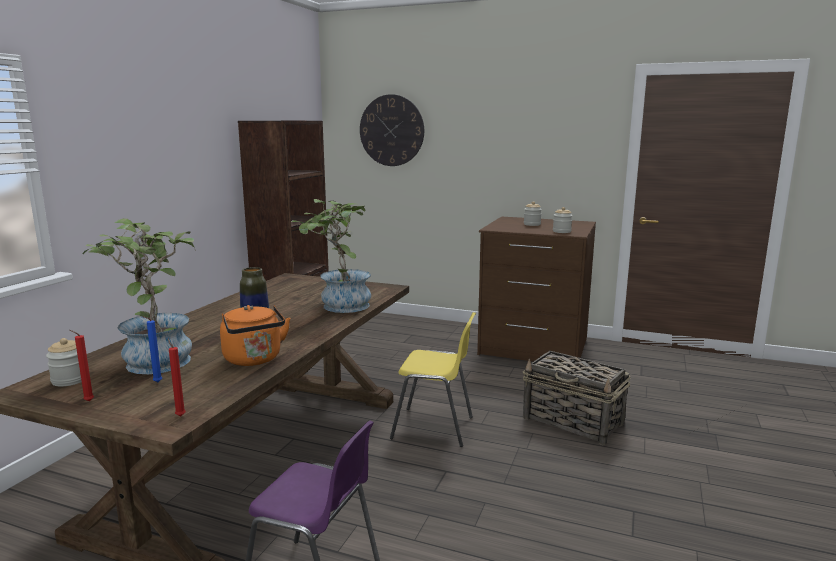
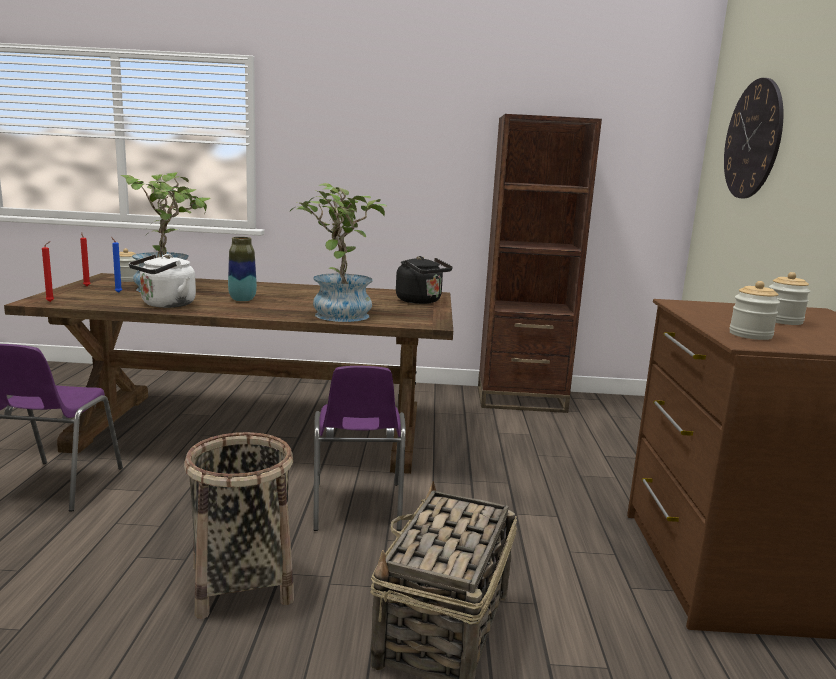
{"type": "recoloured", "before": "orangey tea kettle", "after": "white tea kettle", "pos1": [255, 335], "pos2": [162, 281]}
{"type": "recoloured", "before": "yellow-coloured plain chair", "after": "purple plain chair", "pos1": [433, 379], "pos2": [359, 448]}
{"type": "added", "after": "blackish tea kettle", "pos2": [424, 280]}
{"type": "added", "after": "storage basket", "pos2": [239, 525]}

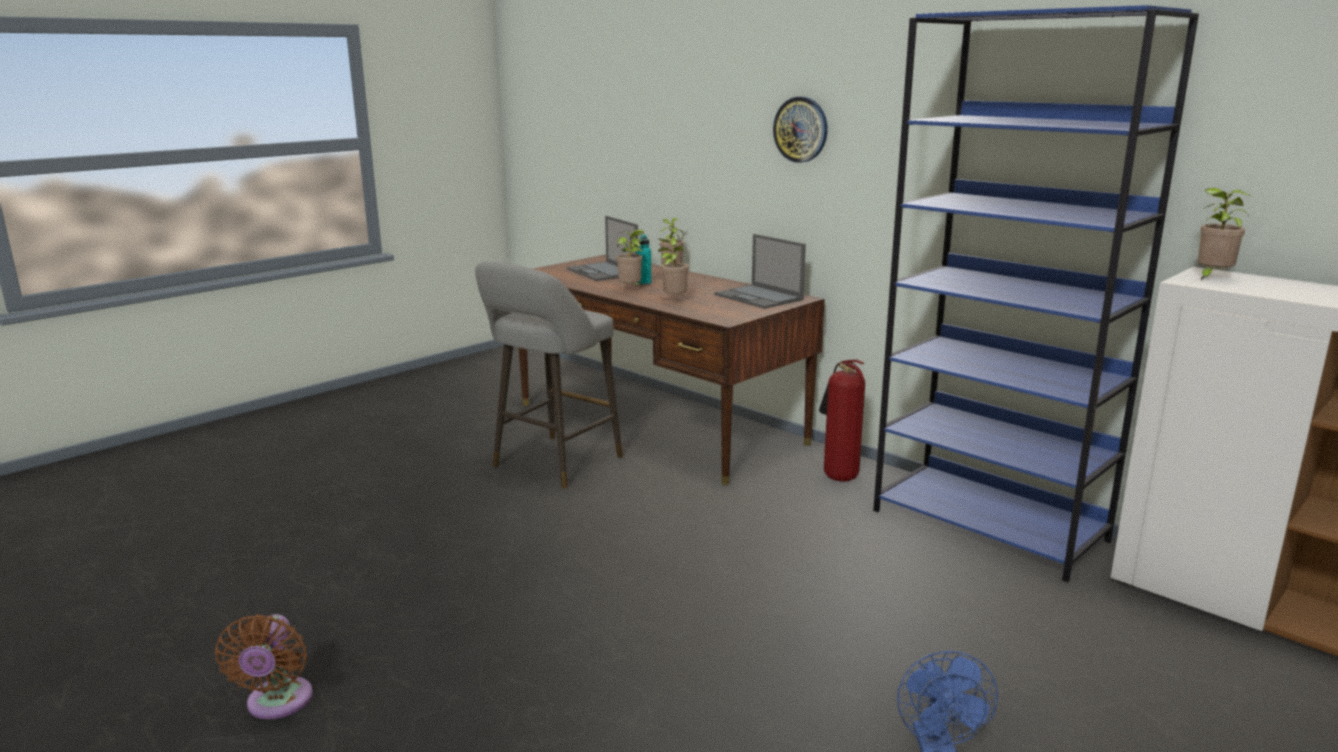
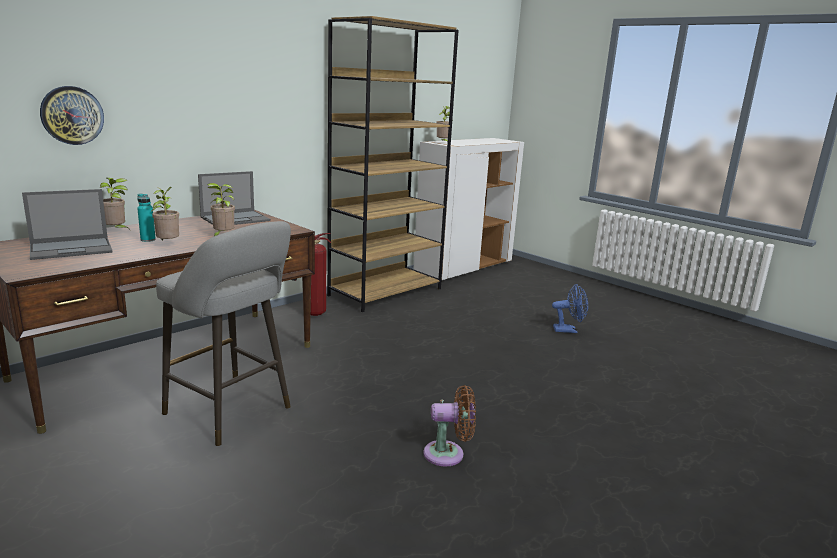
{"type": "recoloured", "before": "blue bookshelf", "after": "brownish bookshelf", "pos1": [1036, 293], "pos2": [392, 164]}
{"type": "moved", "before": "wall clock", "pos1": [800, 130], "pos2": [72, 115]}
{"type": "moved", "before": "brownish cooling fan", "pos1": [264, 666], "pos2": [449, 426]}

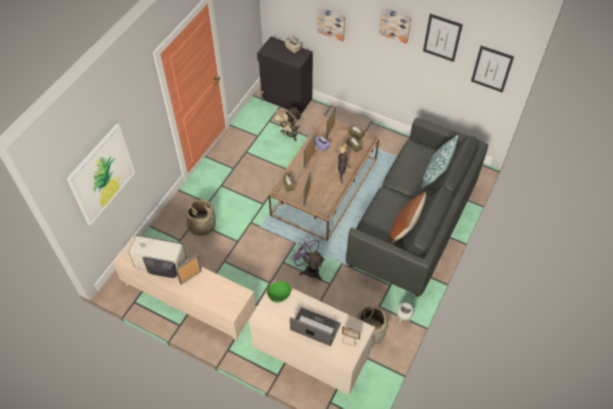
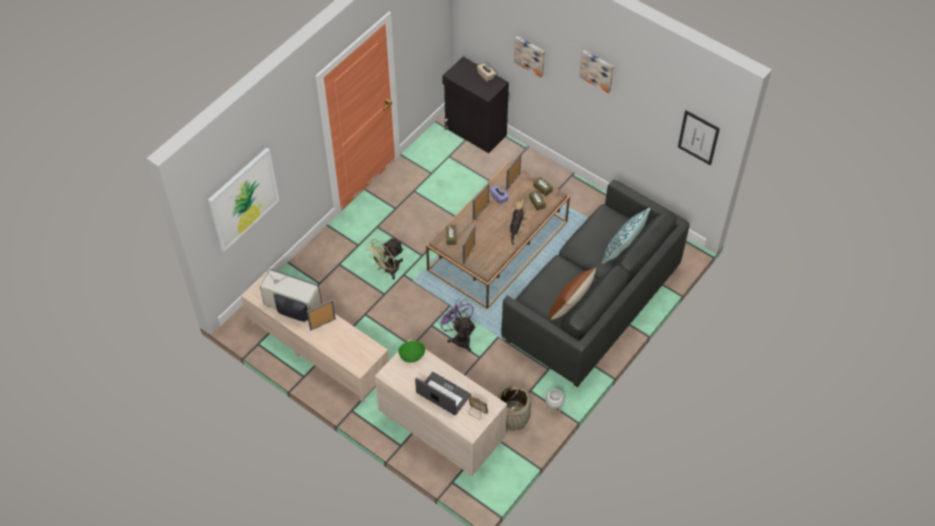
{"type": "removed", "before": "picture", "pos1": [443, 38]}
{"type": "moved", "before": "sand-coloured cooling fan", "pos1": [287, 124], "pos2": [385, 258]}
{"type": "removed", "before": "storage basket", "pos1": [199, 218]}

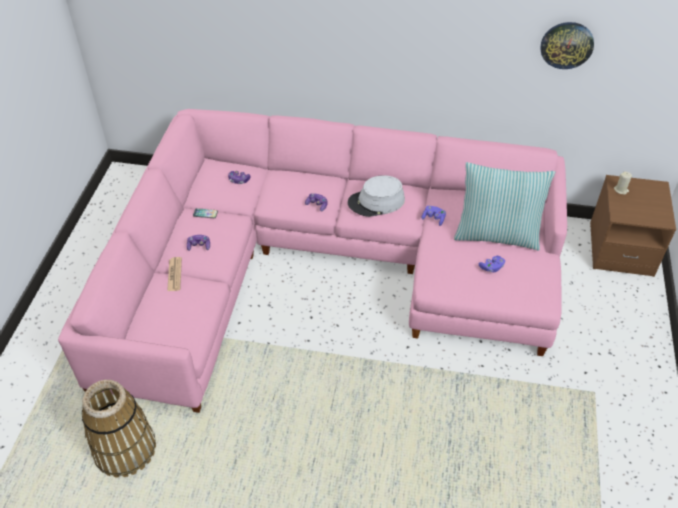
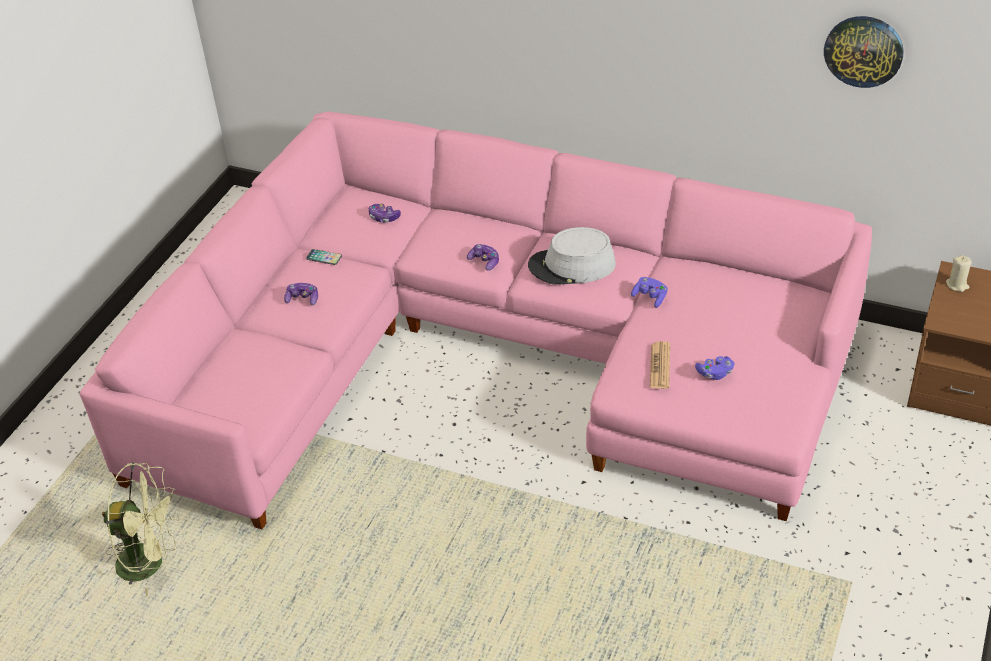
{"type": "removed", "before": "cushion", "pos1": [504, 206]}
{"type": "moved", "before": "newspaper", "pos1": [174, 274], "pos2": [660, 365]}
{"type": "replaced", "before": "storage basket", "after": "green-coloured cooling fan", "pos1": [119, 429], "pos2": [141, 529]}

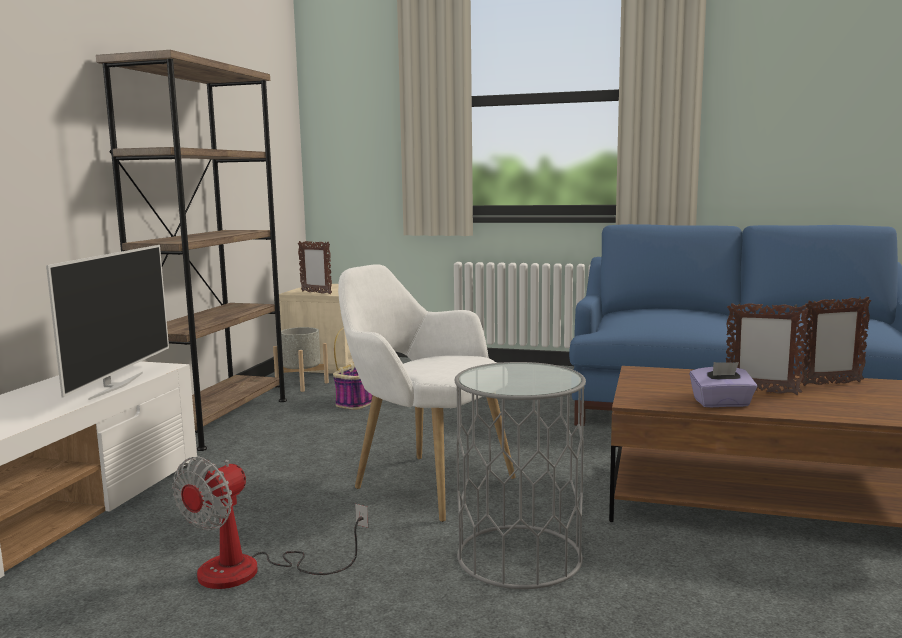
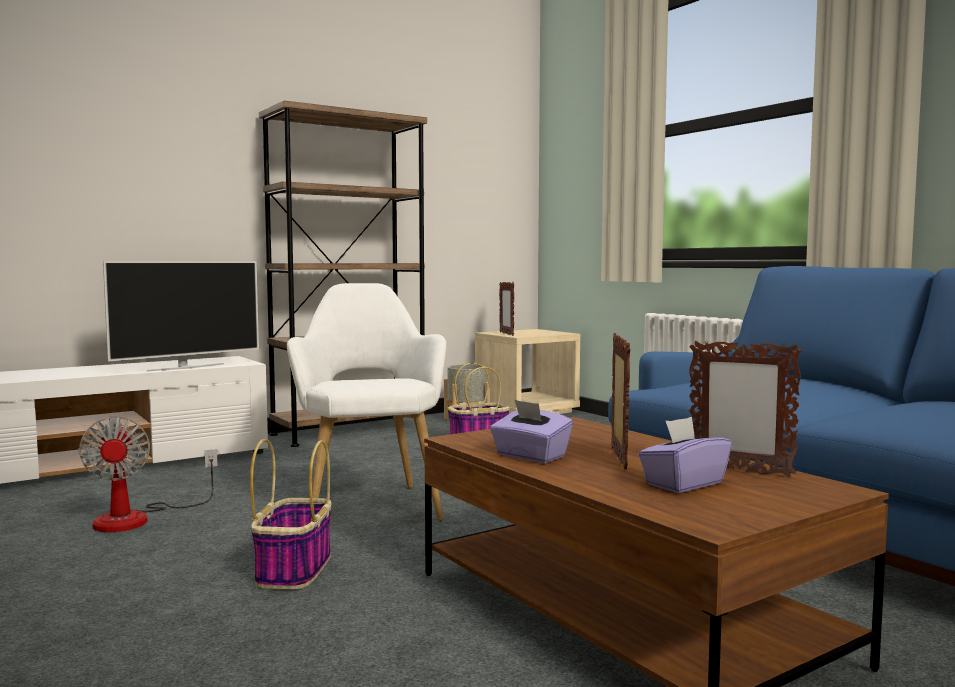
{"type": "turned", "before": "photo frame", "pos1": [767, 348], "pos2": [620, 401], "turn": -150}
{"type": "replaced", "before": "gray accent table", "after": "storage basket", "pos1": [520, 475], "pos2": [290, 514]}
{"type": "turned", "before": "cooling fan", "pos1": [270, 522], "pos2": [148, 474], "turn": -90}
{"type": "added", "after": "purple box of tissues", "pos2": [685, 455]}

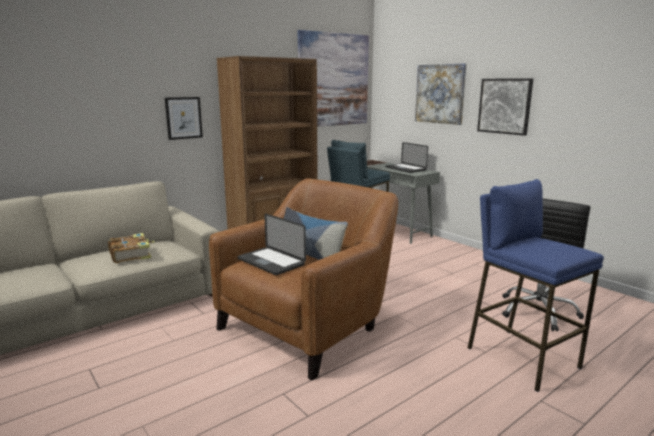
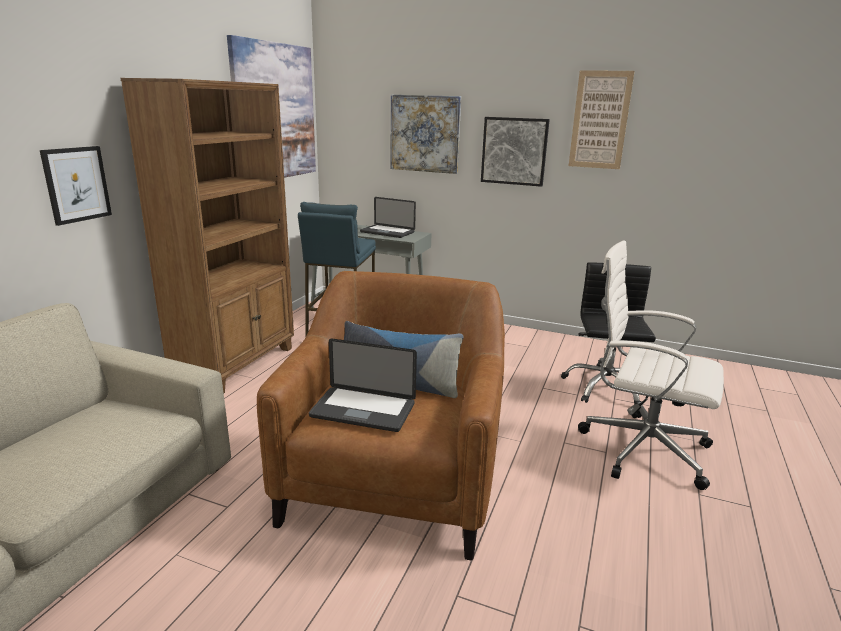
{"type": "replaced", "before": "blue stool seat", "after": "white office chair", "pos1": [536, 285], "pos2": [651, 365]}
{"type": "removed", "before": "book", "pos1": [131, 248]}
{"type": "added", "after": "picture", "pos2": [602, 119]}

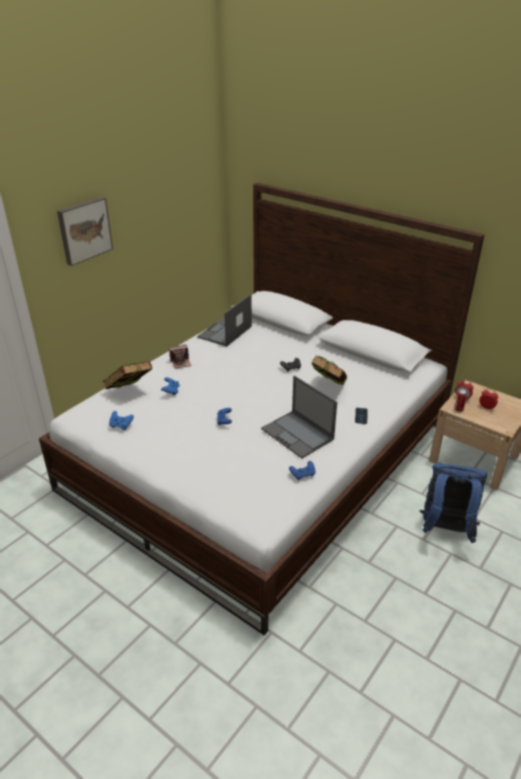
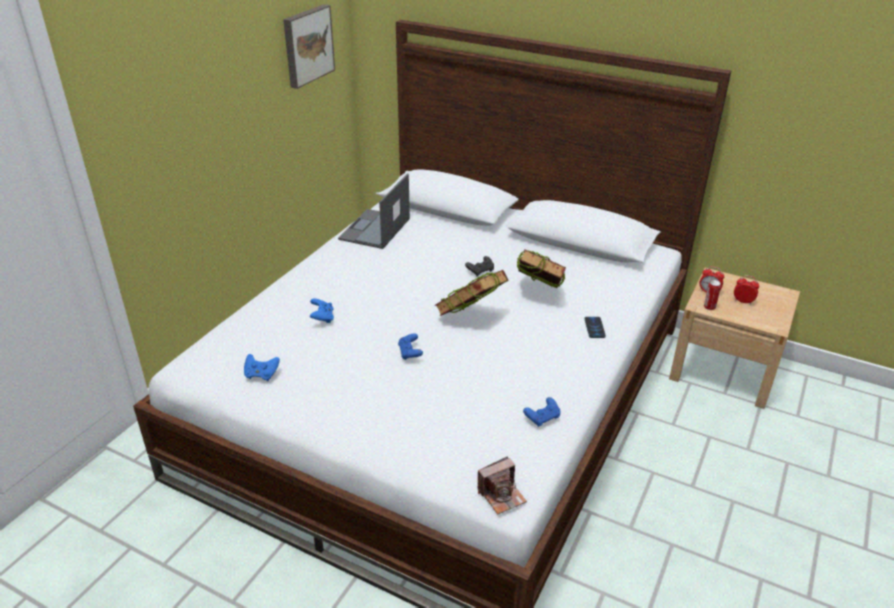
{"type": "moved", "before": "picture", "pos1": [85, 231], "pos2": [309, 46]}
{"type": "moved", "before": "still camera", "pos1": [180, 357], "pos2": [502, 485]}
{"type": "moved", "before": "book", "pos1": [127, 375], "pos2": [472, 293]}
{"type": "removed", "before": "notebook computer", "pos1": [299, 417]}
{"type": "removed", "before": "blue rucksack", "pos1": [453, 503]}

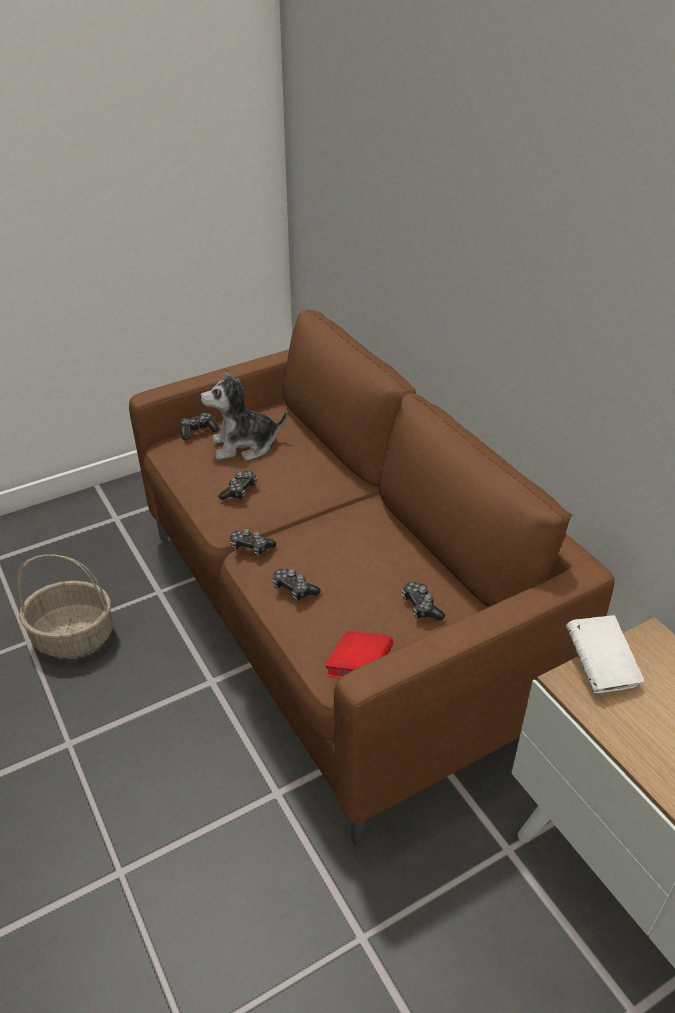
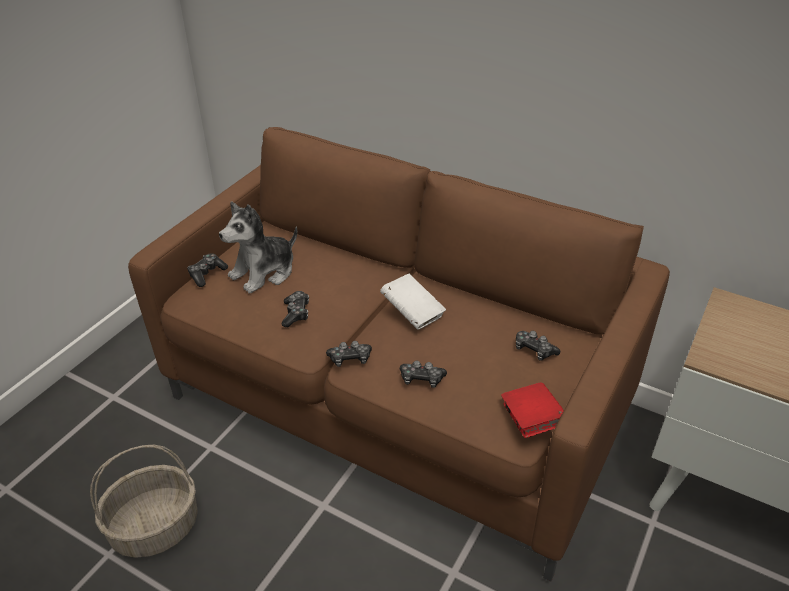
{"type": "moved", "before": "white book", "pos1": [605, 654], "pos2": [413, 302]}

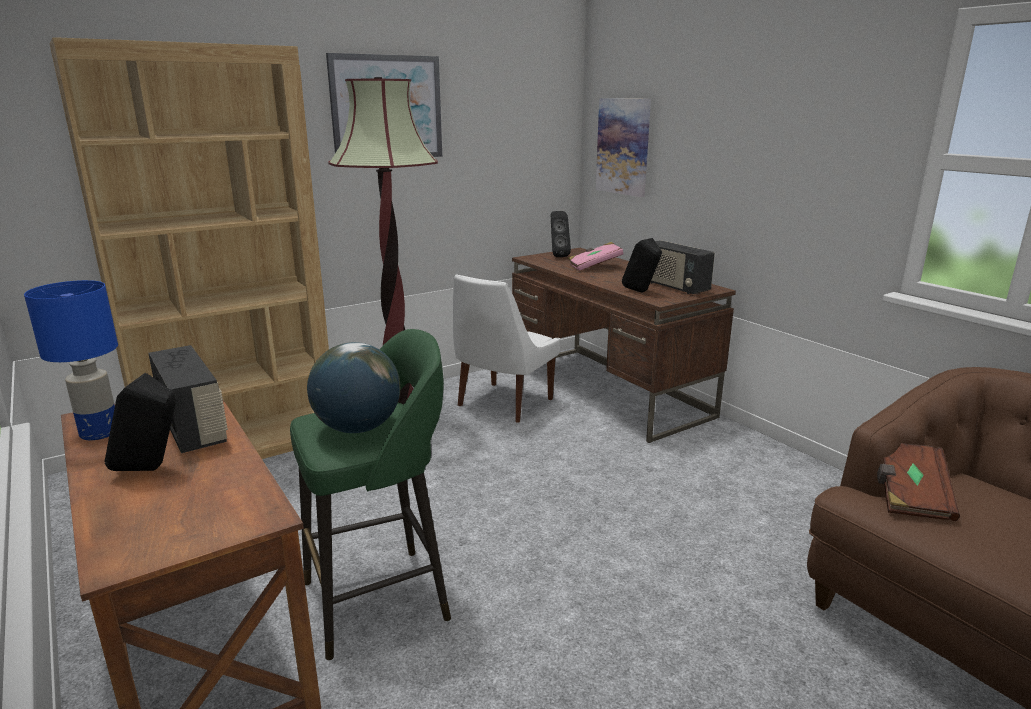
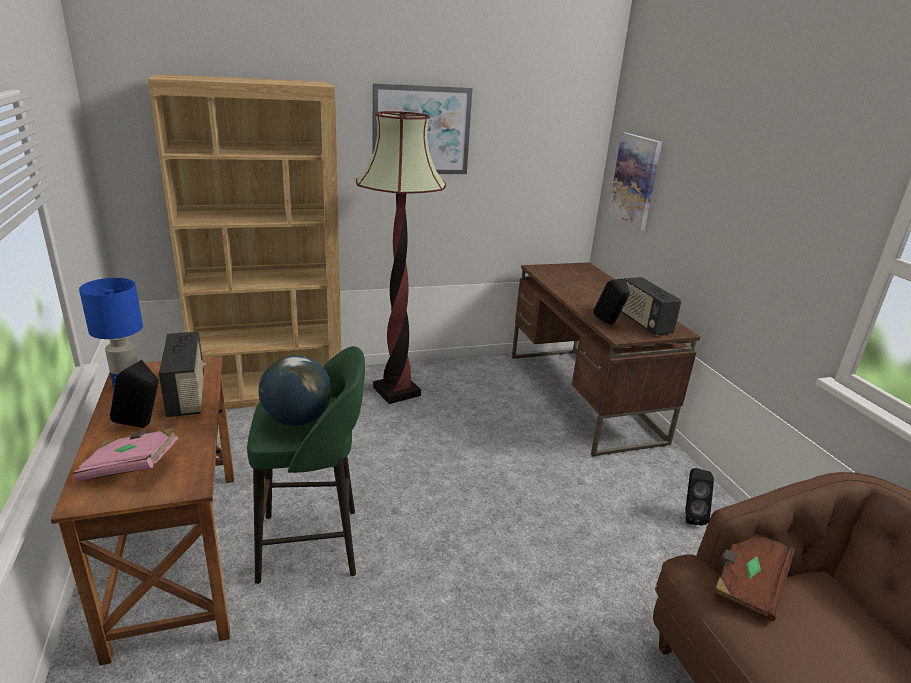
{"type": "moved", "before": "blackish speaker", "pos1": [561, 234], "pos2": [700, 496]}
{"type": "moved", "before": "pink-coloured book", "pos1": [596, 256], "pos2": [125, 454]}
{"type": "removed", "before": "white plain chair", "pos1": [506, 348]}

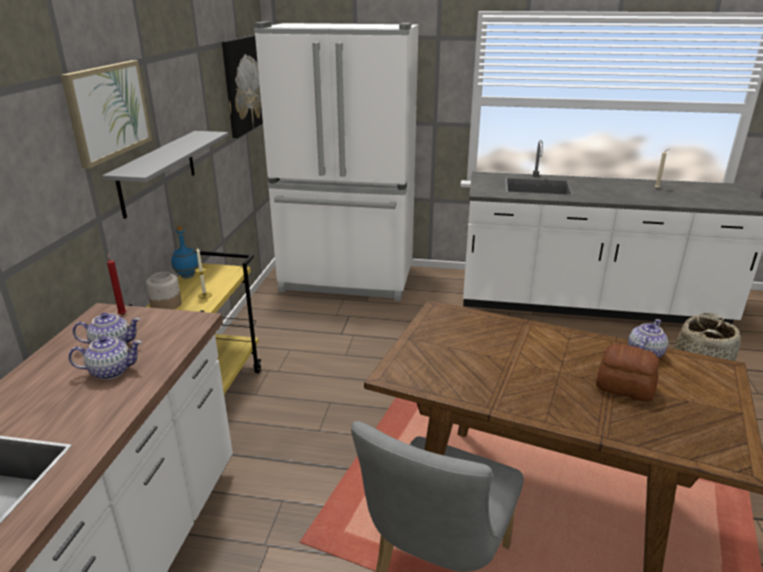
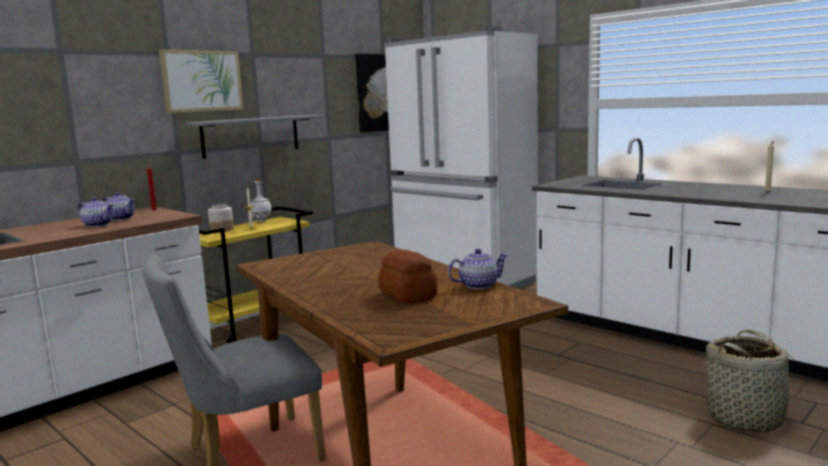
{"type": "recoloured", "before": "blue drink bottle", "after": "white drink bottle", "pos1": [185, 252], "pos2": [261, 200]}

